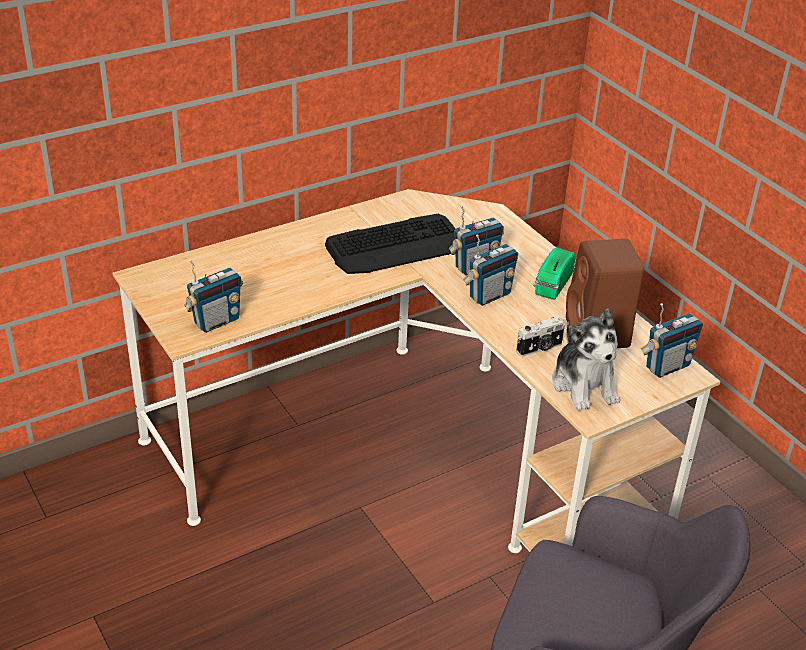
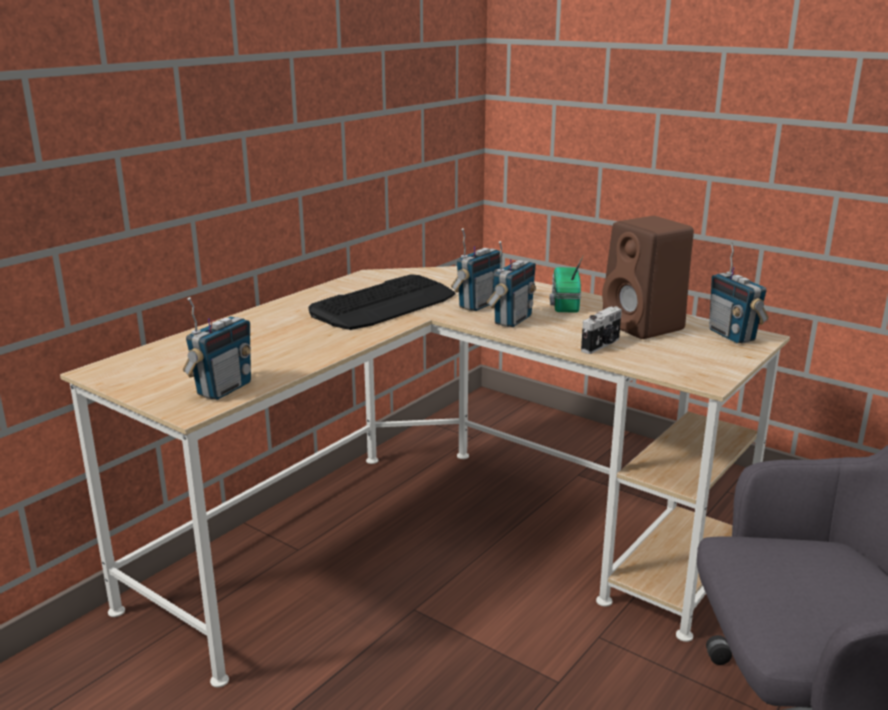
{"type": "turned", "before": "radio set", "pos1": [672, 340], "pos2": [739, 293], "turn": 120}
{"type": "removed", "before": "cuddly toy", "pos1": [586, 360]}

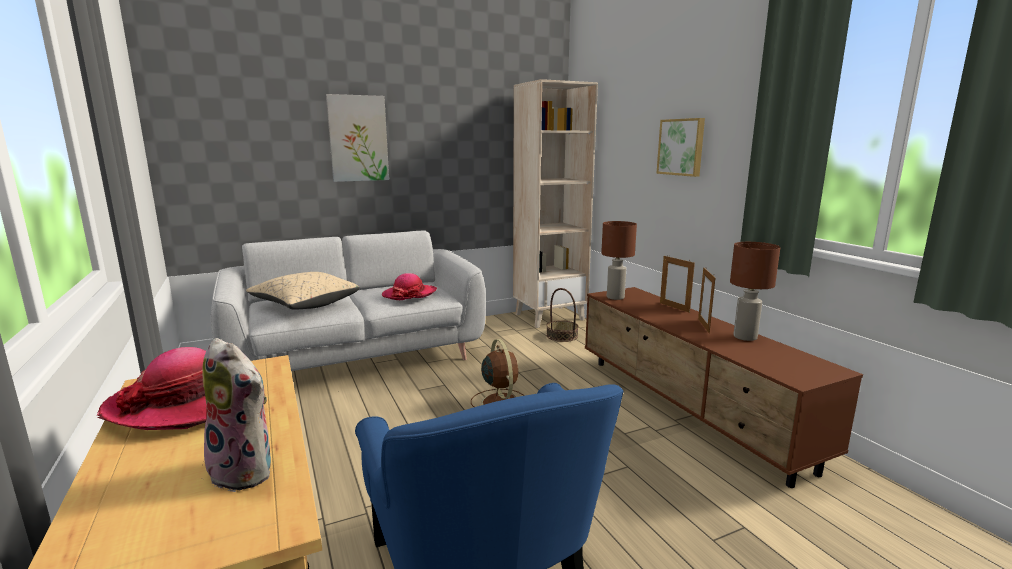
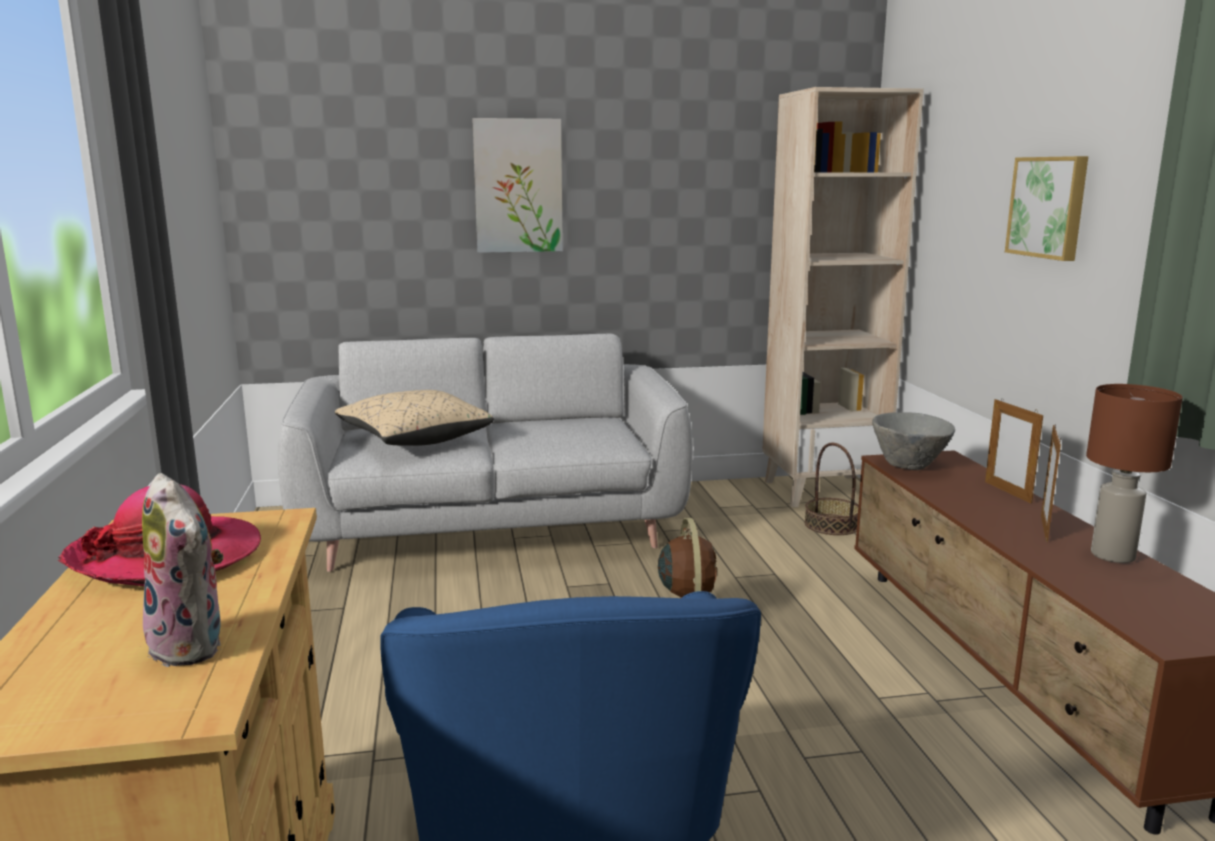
{"type": "replaced", "before": "brownish tabletop lamp", "after": "gray bowl", "pos1": [619, 260], "pos2": [913, 441]}
{"type": "removed", "before": "hat", "pos1": [409, 286]}

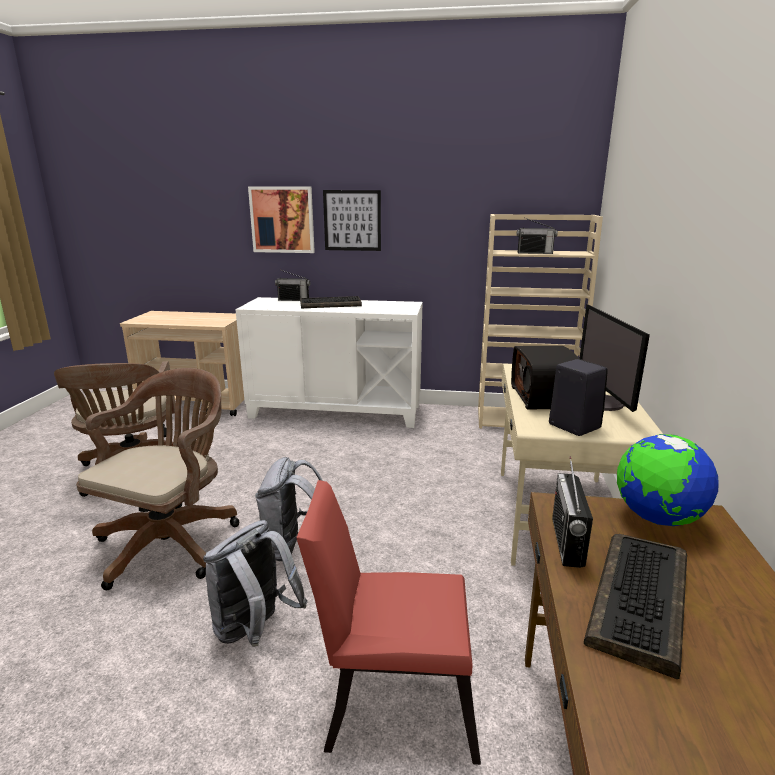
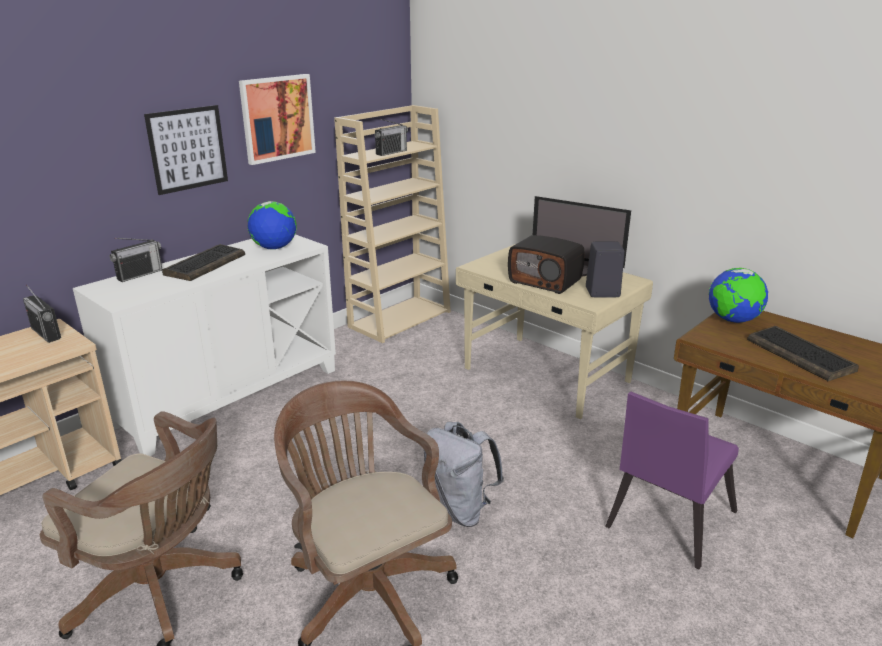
{"type": "moved", "before": "picture", "pos1": [281, 219], "pos2": [277, 119]}
{"type": "moved", "before": "radio set", "pos1": [572, 512], "pos2": [42, 314]}
{"type": "recoloured", "before": "red plain chair", "after": "purple plain chair", "pos1": [388, 622], "pos2": [672, 480]}
{"type": "removed", "before": "gray rucksack", "pos1": [255, 583]}
{"type": "added", "after": "desk globe", "pos2": [272, 225]}

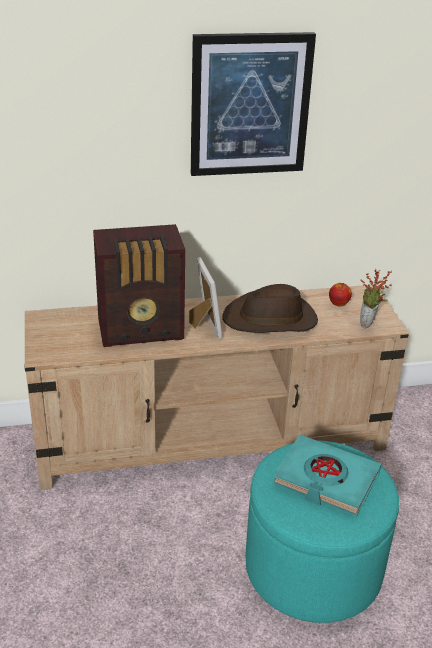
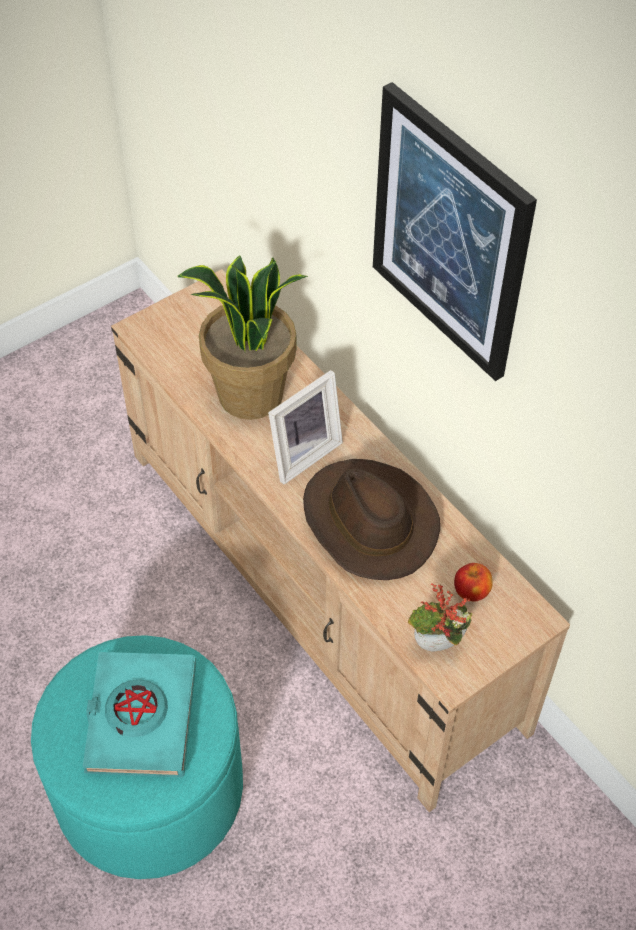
{"type": "replaced", "before": "radio set", "after": "houseplant", "pos1": [139, 285], "pos2": [243, 337]}

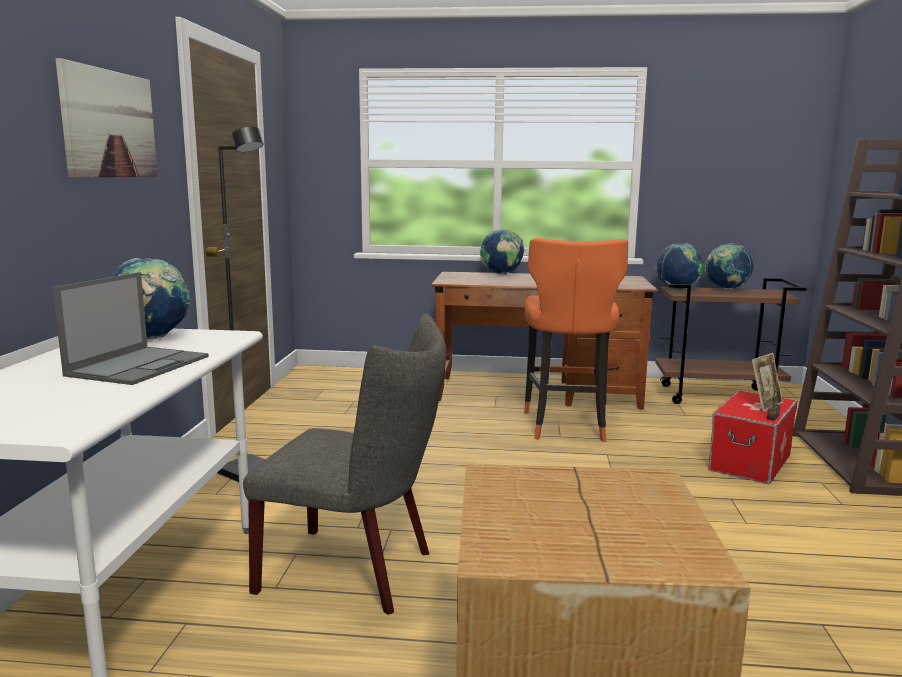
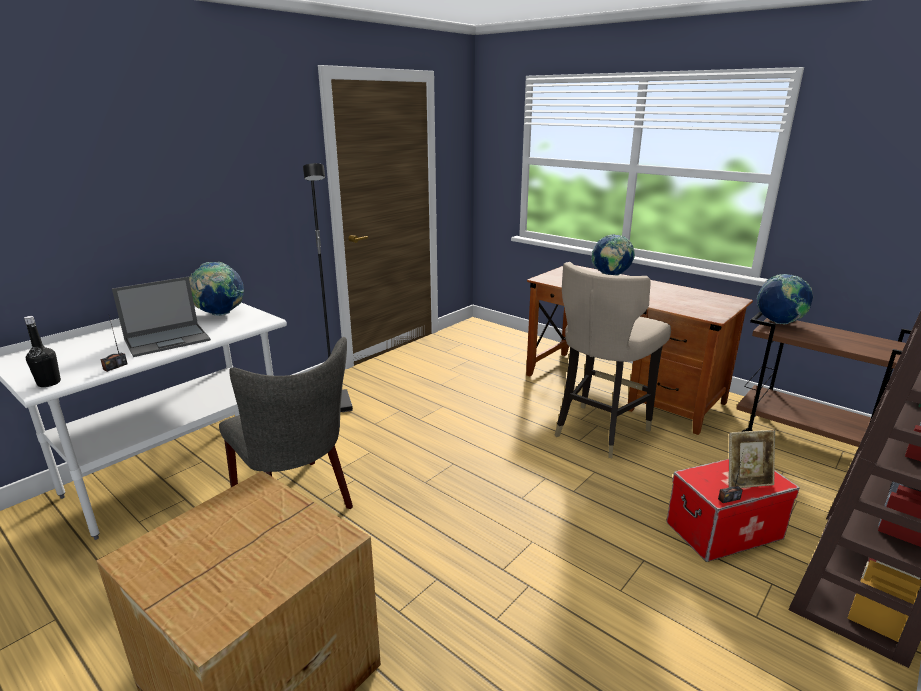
{"type": "removed", "before": "picture", "pos1": [106, 118]}
{"type": "recoloured", "before": "orangey stool seat", "after": "sand-coloured stool seat", "pos1": [576, 340], "pos2": [612, 360]}
{"type": "removed", "before": "desk globe", "pos1": [729, 266]}
{"type": "added", "after": "blackish drink bottle", "pos2": [42, 351]}
{"type": "added", "after": "radio set", "pos2": [113, 344]}

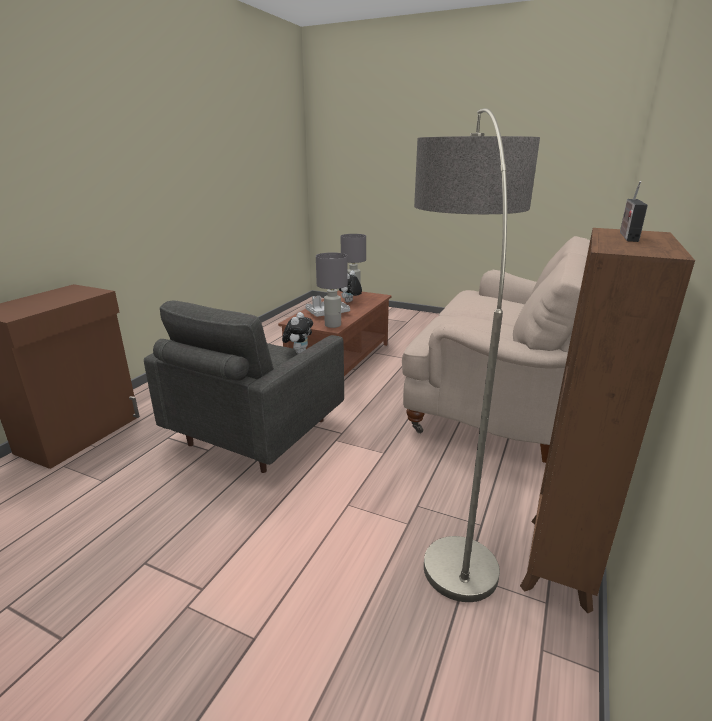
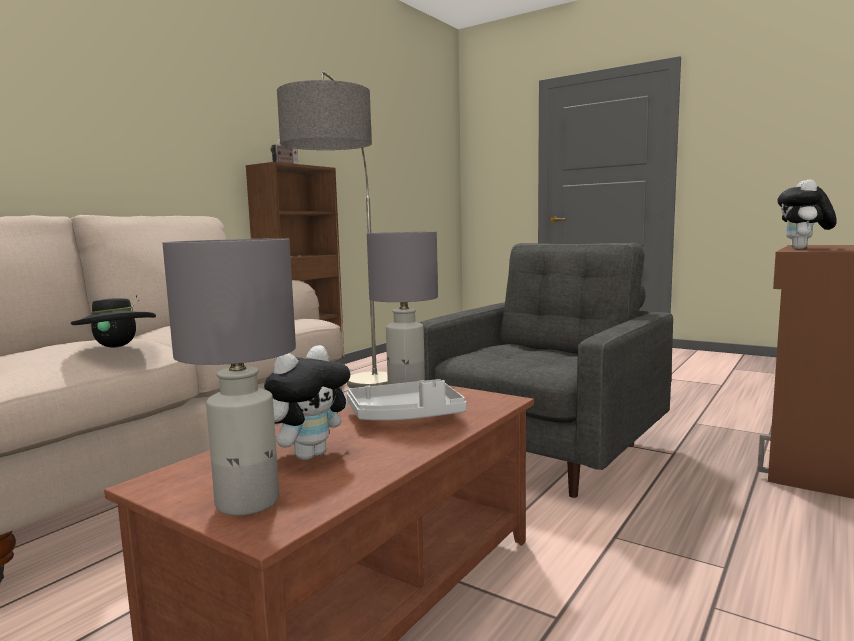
{"type": "moved", "before": "cuddly toy", "pos1": [297, 333], "pos2": [807, 214]}
{"type": "added", "after": "blackish hat", "pos2": [113, 321]}

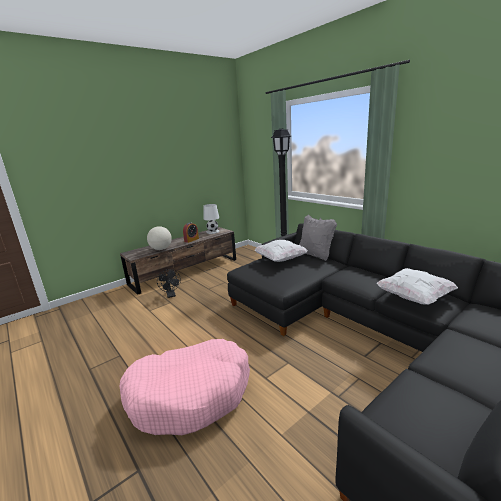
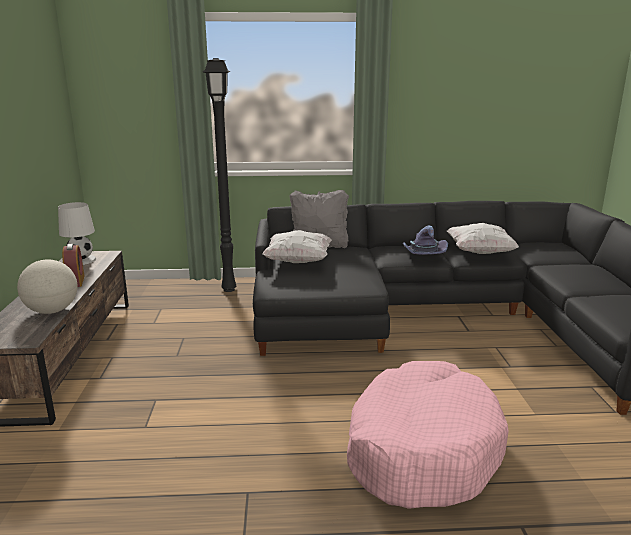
{"type": "removed", "before": "blackish cooling fan", "pos1": [169, 283]}
{"type": "added", "after": "purple hat", "pos2": [425, 240]}

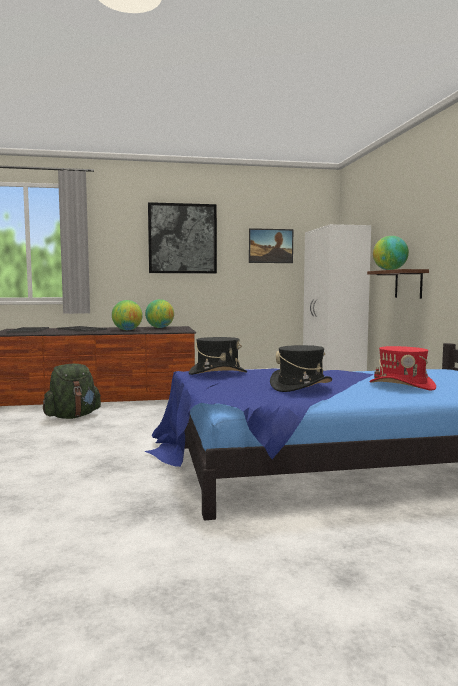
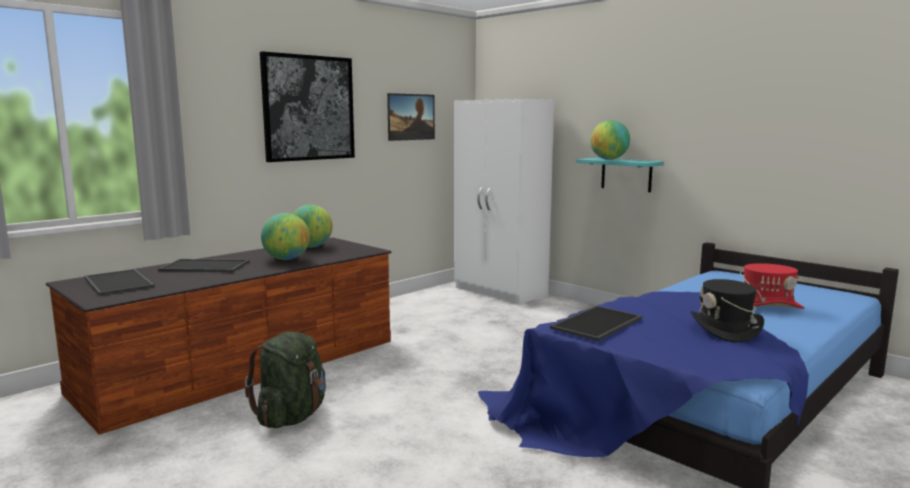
{"type": "recoloured", "before": "brownish shelf", "after": "turquoise-coloured shelf", "pos1": [398, 284], "pos2": [620, 175]}
{"type": "replaced", "before": "blackish hat", "after": "carrying tray", "pos1": [218, 356], "pos2": [596, 323]}

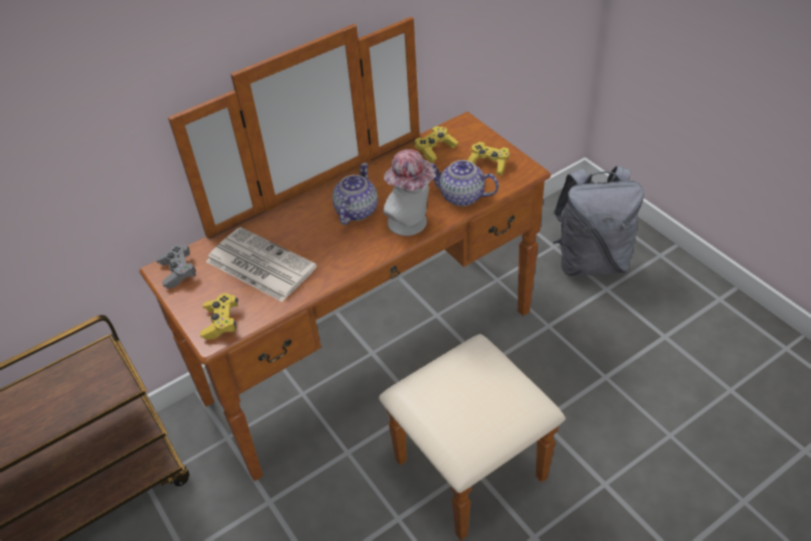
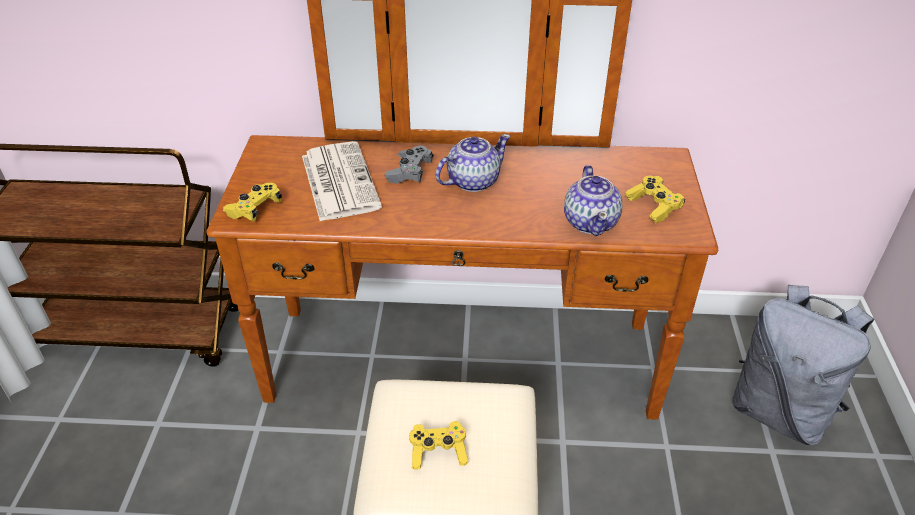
{"type": "moved", "before": "yellow-coloured game controller", "pos1": [436, 144], "pos2": [438, 445]}
{"type": "removed", "before": "hat", "pos1": [409, 192]}
{"type": "turned", "before": "teapot", "pos1": [464, 183], "pos2": [593, 200], "turn": -150}
{"type": "moved", "before": "gray game controller", "pos1": [176, 266], "pos2": [409, 165]}

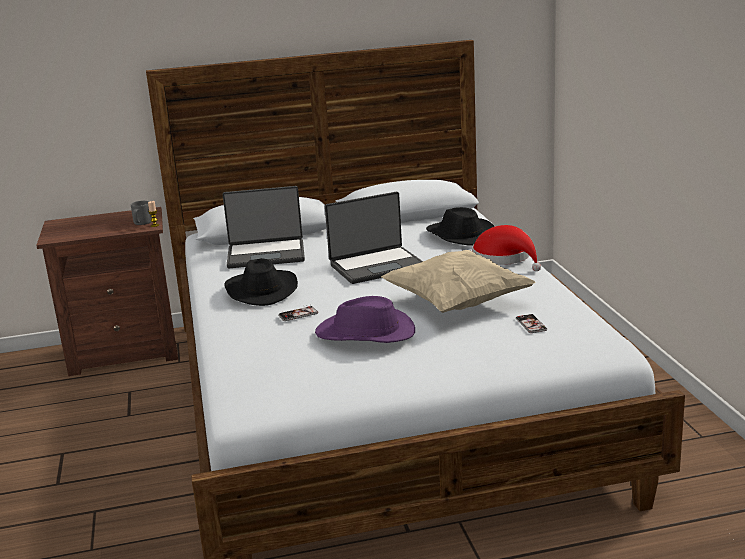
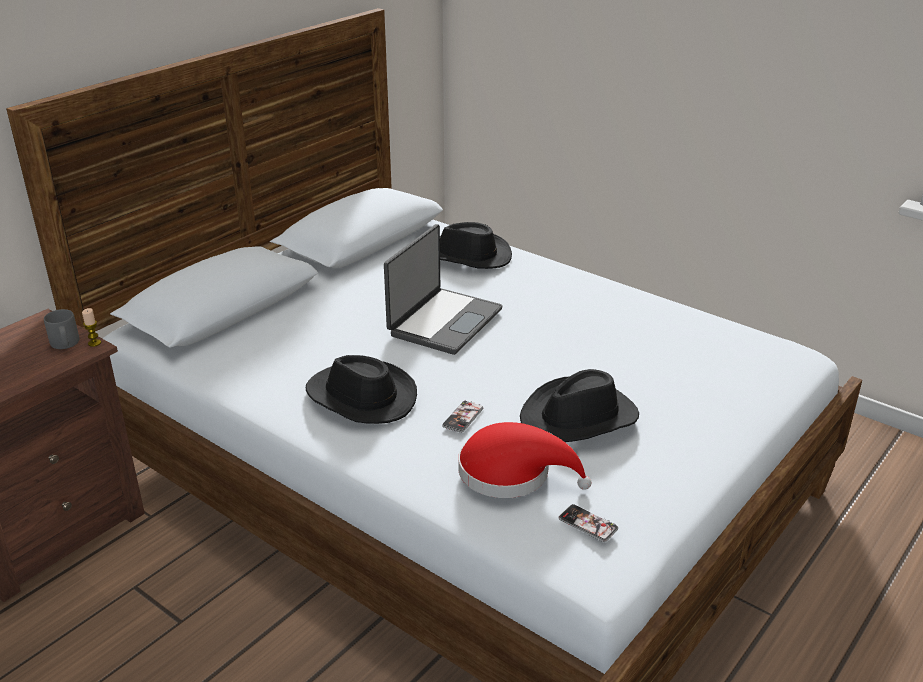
{"type": "removed", "before": "notebook computer", "pos1": [264, 227]}
{"type": "moved", "before": "red hat", "pos1": [506, 248], "pos2": [524, 460]}
{"type": "removed", "before": "sand-coloured cushion", "pos1": [458, 281]}
{"type": "recoloured", "before": "purple hat", "after": "blackish hat", "pos1": [365, 319], "pos2": [579, 405]}
{"type": "moved", "before": "handset", "pos1": [531, 323], "pos2": [588, 523]}

